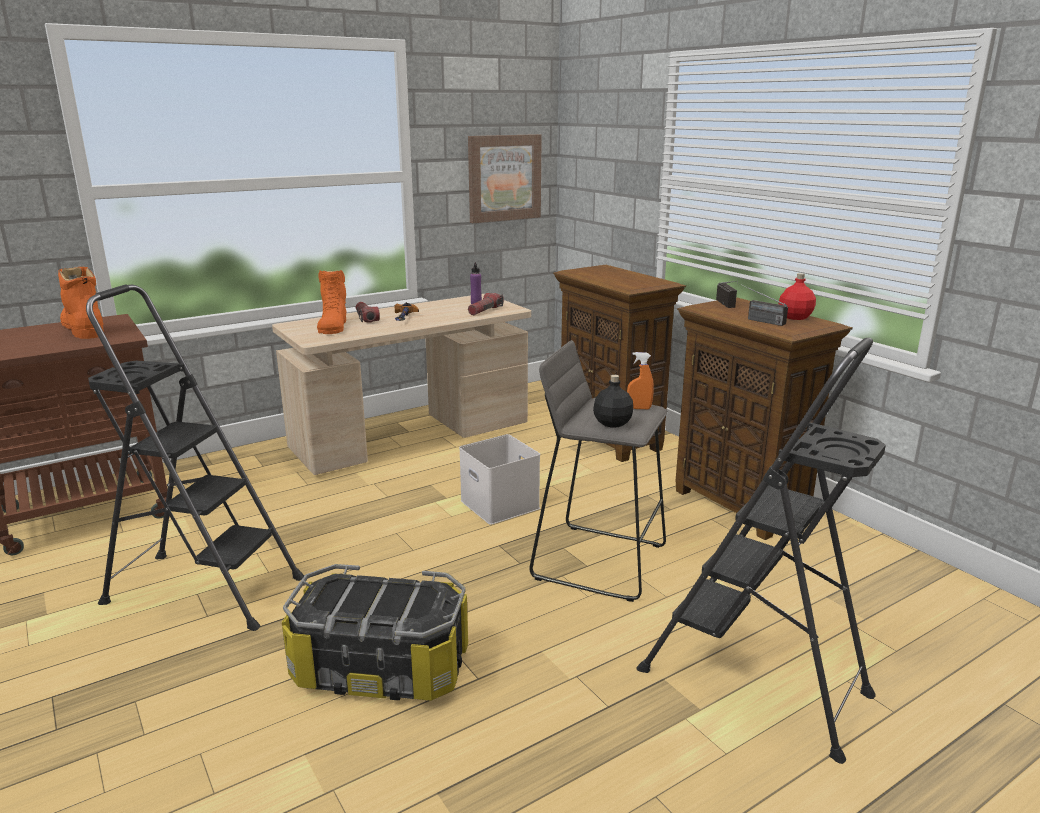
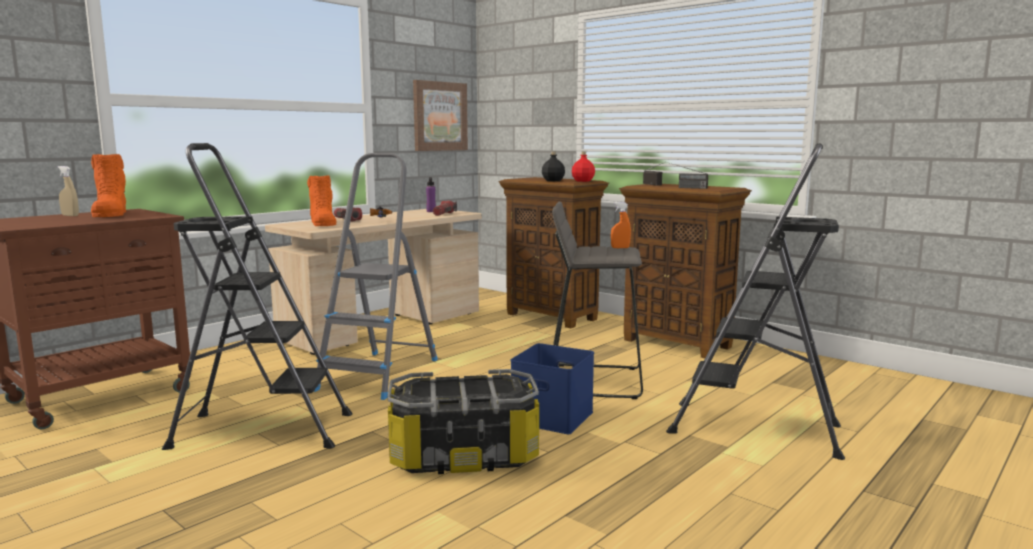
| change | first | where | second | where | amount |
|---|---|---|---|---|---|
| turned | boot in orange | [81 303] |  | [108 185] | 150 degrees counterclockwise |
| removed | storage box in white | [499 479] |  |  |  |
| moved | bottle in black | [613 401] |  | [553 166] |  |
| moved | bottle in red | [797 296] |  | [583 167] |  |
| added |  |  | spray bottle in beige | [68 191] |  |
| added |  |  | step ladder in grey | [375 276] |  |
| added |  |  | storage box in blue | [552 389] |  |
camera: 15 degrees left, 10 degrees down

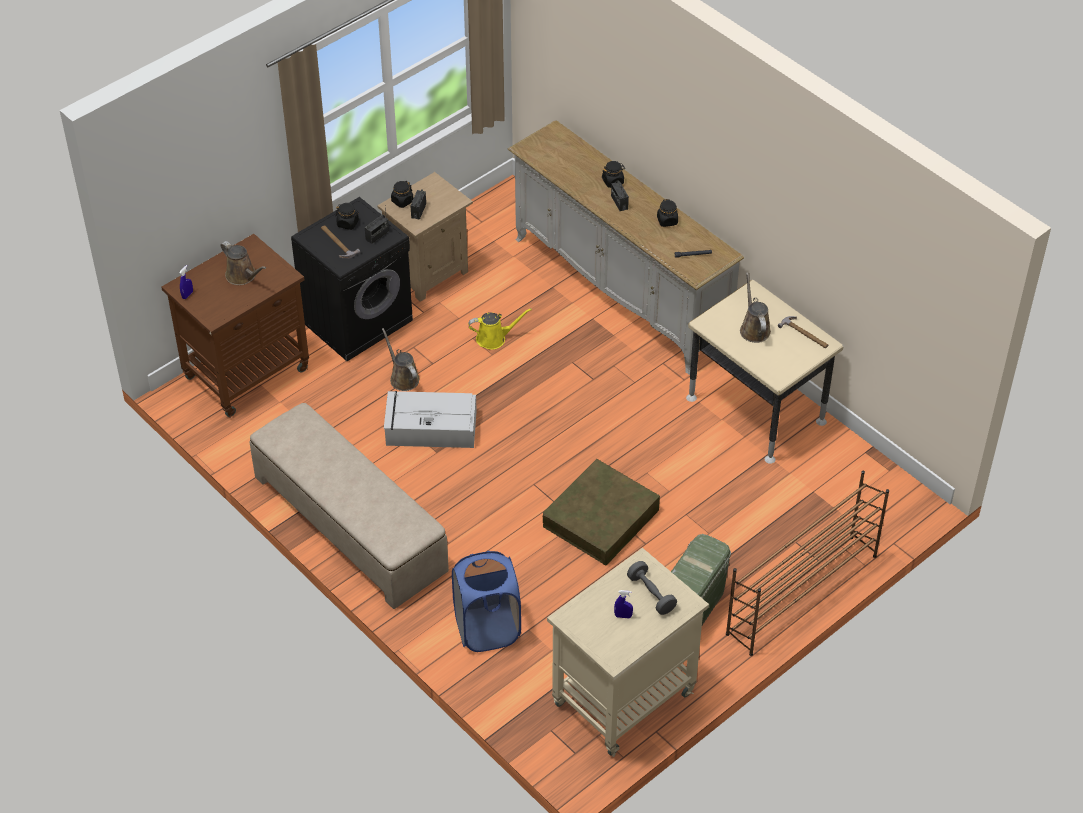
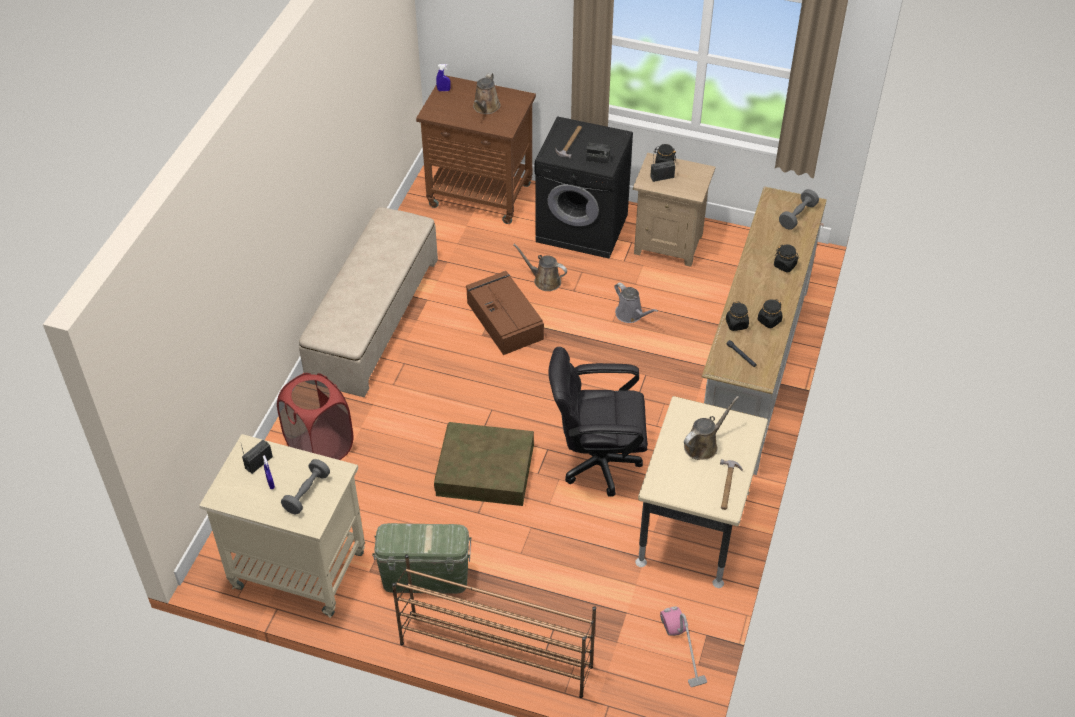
| change | first | where | second | where | amount |
|---|---|---|---|---|---|
| moved | jar in black | [347 216] |  | [737 316] |  |
| turned | watering can in brown | [400 359] |  | [540 267] | 90 degrees counterclockwise |
| recoloured | storage box in grey | [430 419] | storage box in brown | [505 313] |  |
| recoloured | laundry basket in blue | [486 601] | laundry basket in red | [315 416] |  |
| recoloured | watering can in yellow | [500 329] | watering can in grey | [636 302] |  |
| moved | radio | [620 195] |  | [257 457] |  |
| added |  |  | office chair in black | [598 422] |  |
| added |  |  | vacuum cleaner | [683 646] |  |
| added |  |  | dumbbell in grey | [799 209] |  |
camera: 60 degrees right, 0 degrees up

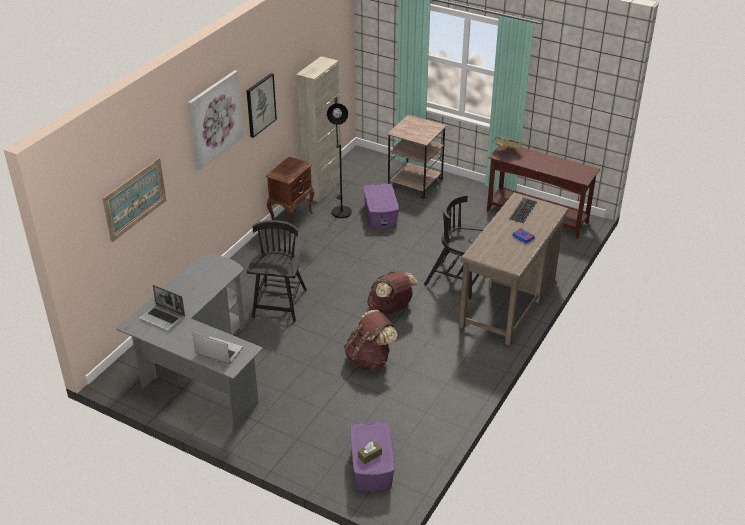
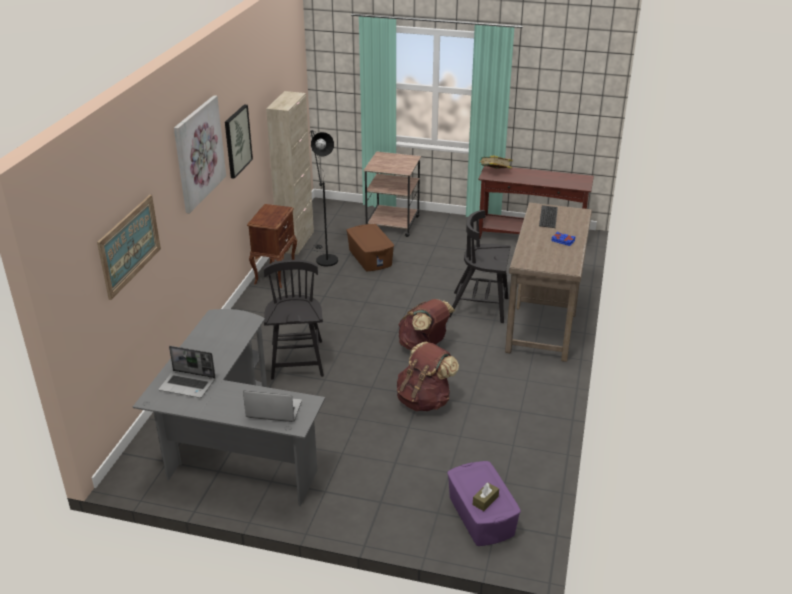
| change | first | where | second | where | amount |
|---|---|---|---|---|---|
| recoloured | storage box in purple | [381 206] | storage box in brown | [370 247] |  |
camera: 15 degrees left, 5 degrees down

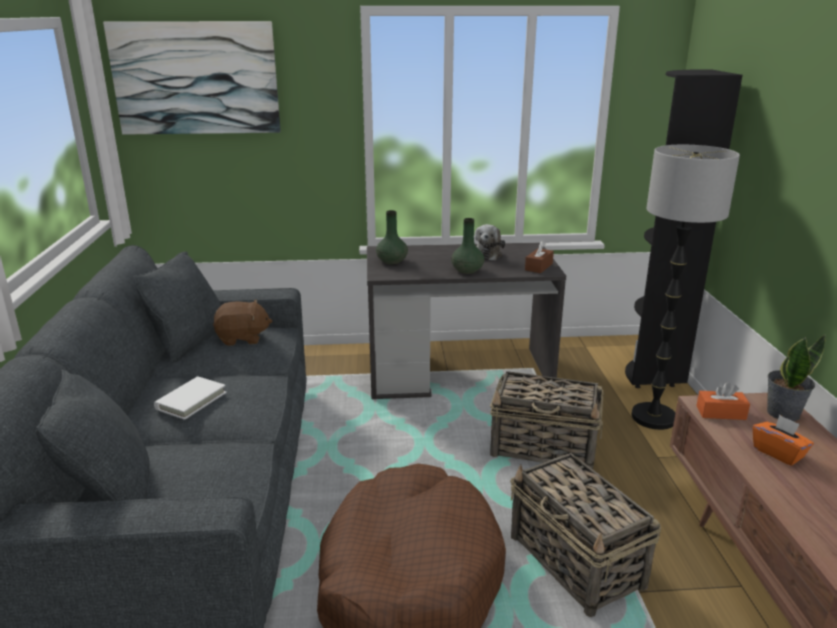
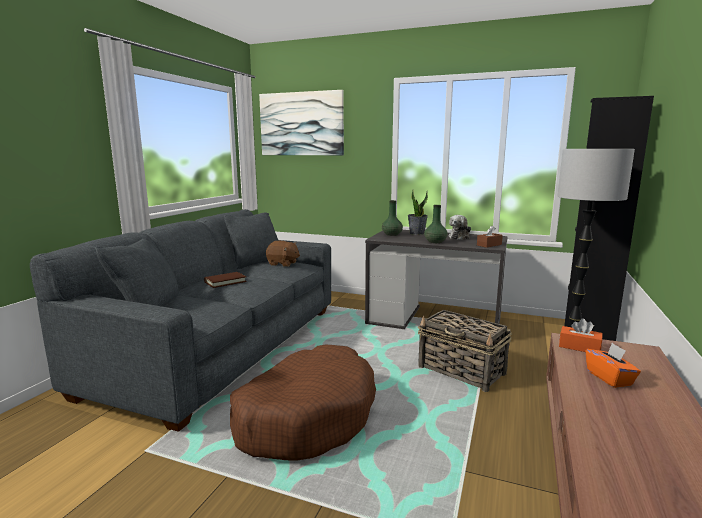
| change | first | where | second | where | amount |
|---|---|---|---|---|---|
| recoloured | book in white | [190 398] | book in brown | [225 280] |  |
| removed | basket | [585 535] |  |  |  |
| moved | potted plant | [796 377] |  | [418 213] |  |
camera: 25 degrees right, 10 degrees down

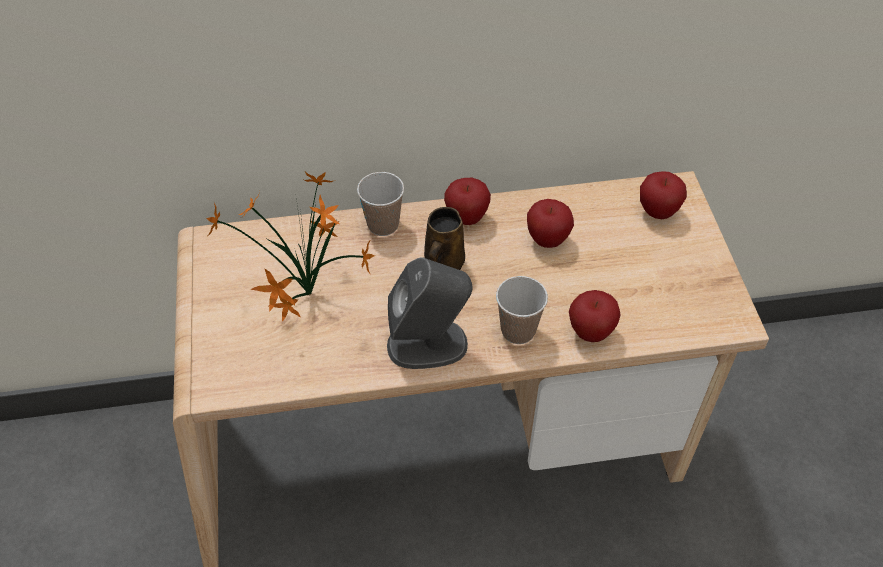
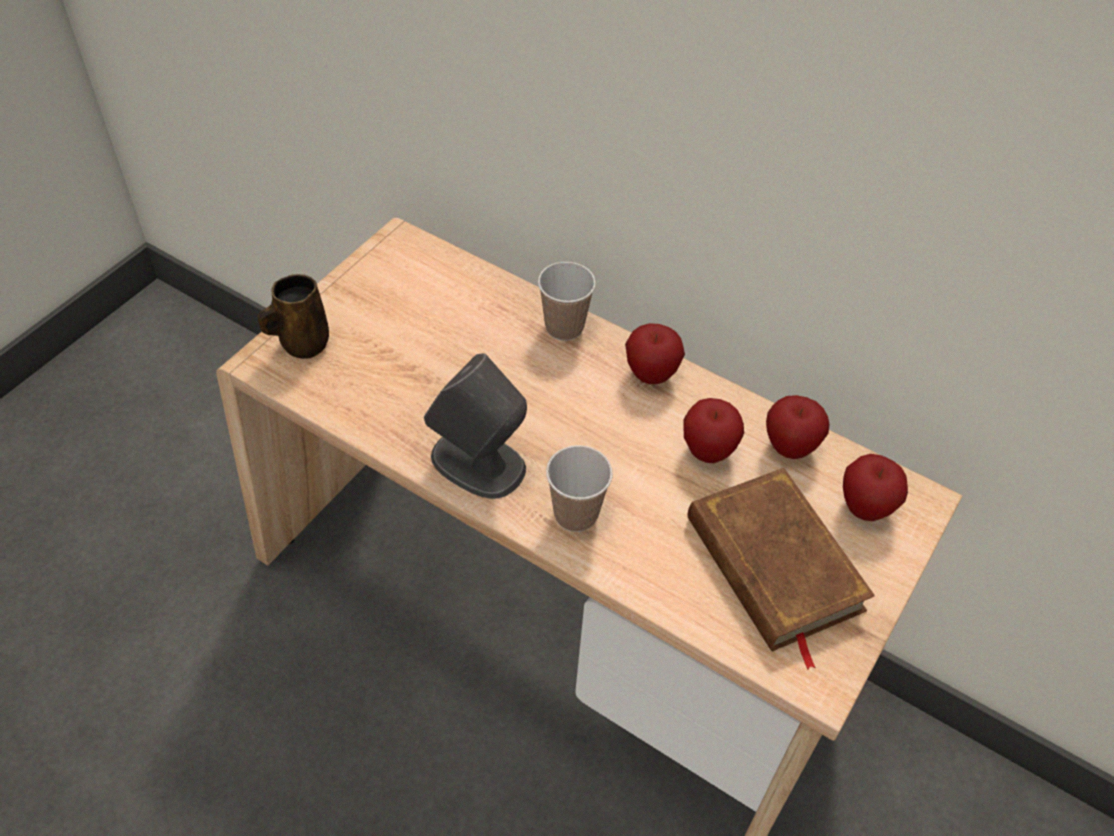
| change | first | where | second | where | amount |
|---|---|---|---|---|---|
| removed | potted plant | [290 247] |  |  |  |
| moved | mug in brown | [444 238] |  | [293 316] |  |
| moved | apple | [595 316] |  | [798 427] |  |
| added |  |  | book in brown | [781 569] |  |
camera: 40 degrees right, 0 degrees up

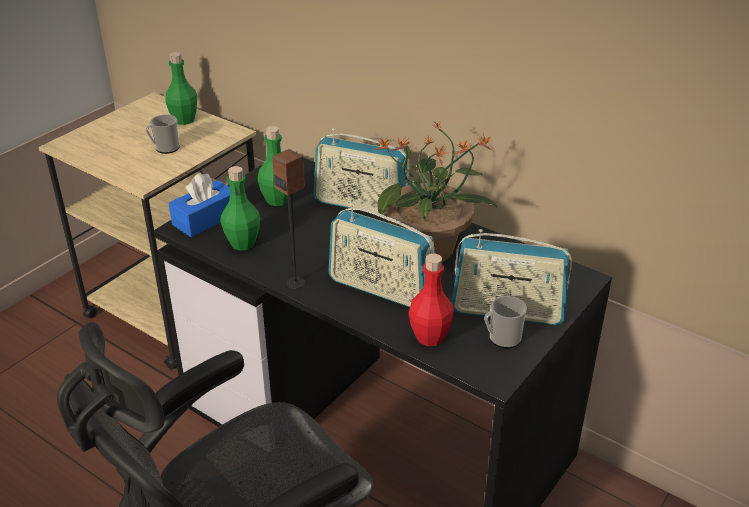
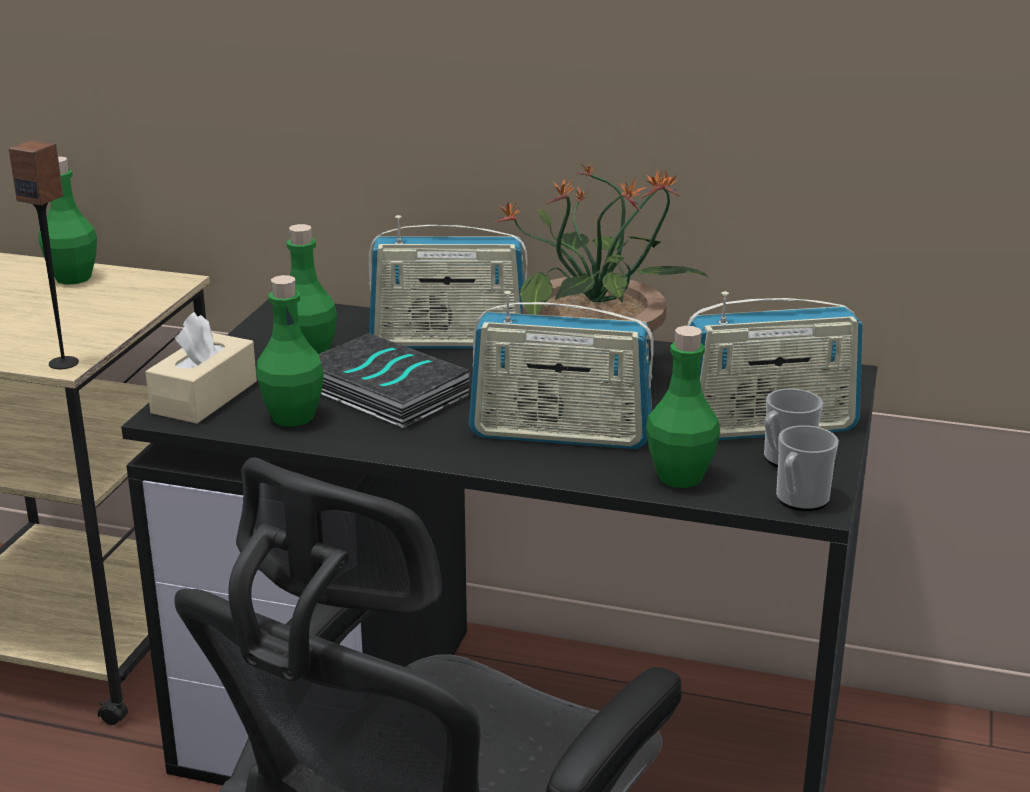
| change | first | where | second | where | amount |
|---|---|---|---|---|---|
| moved | mug | [163 134] |  | [807 468] |  |
| recoloured | tissue box in blue | [199 205] | tissue box in beige | [201 368] |  |
| moved | speaker | [288 219] |  | [44 254] |  |
| recoloured | bottle in red | [431 300] | bottle in green | [683 407] |  |
| added |  |  | book | [394 380] |  |
camera: 20 degrees left, 10 degrees down

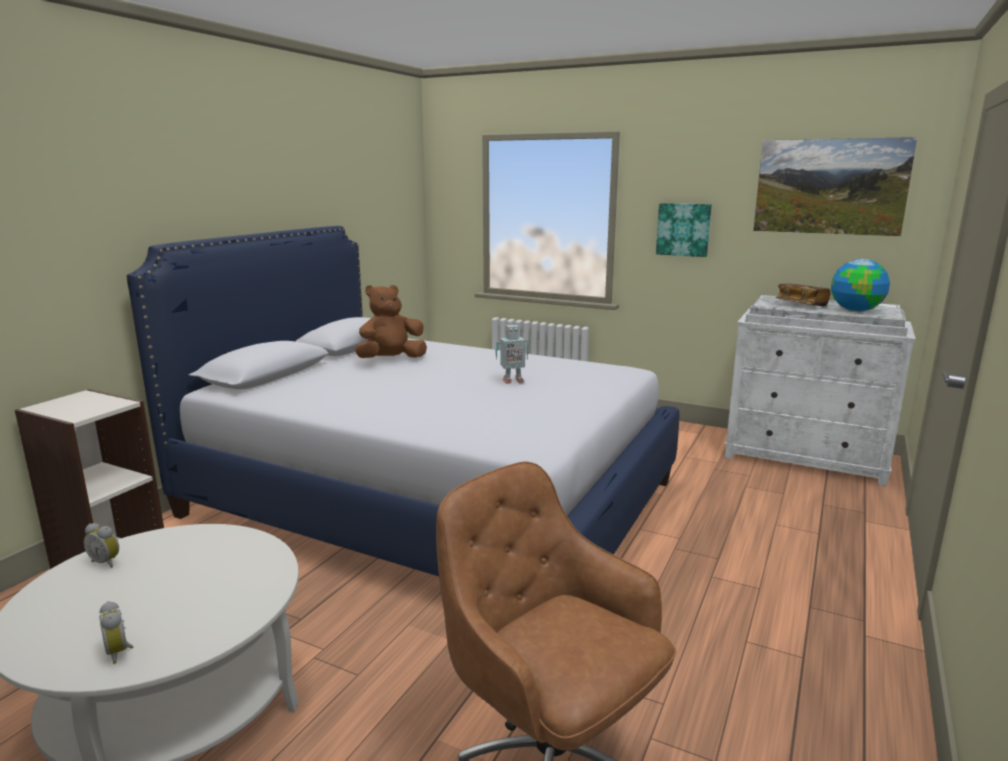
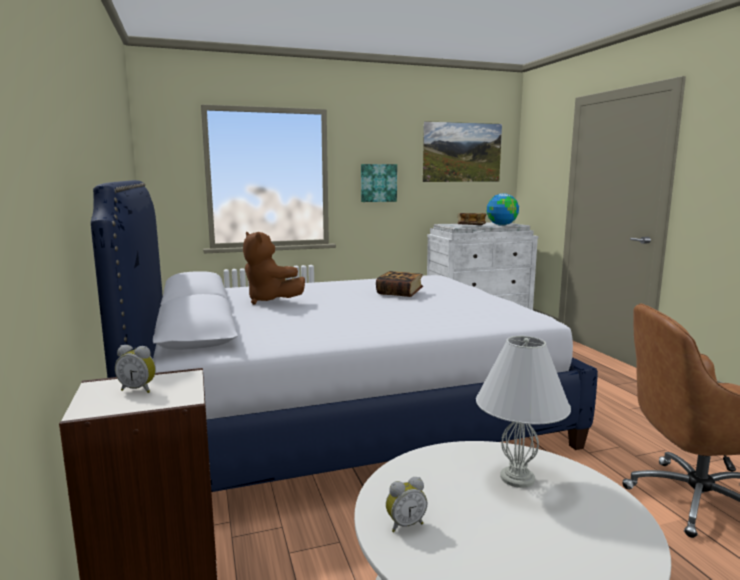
| change | first | where | second | where | amount |
|---|---|---|---|---|---|
| moved | alarm clock | [116 632] |  | [135 369] |  |
| turned | plush toy in brown | [391 321] |  | [274 268] | 60 degrees counterclockwise |
| replaced | toy robot | [512 354] | book | [399 284] |  |
| added |  |  | table lamp in white | [523 412] |  |
camera: 45 degrees left, 5 degrees down

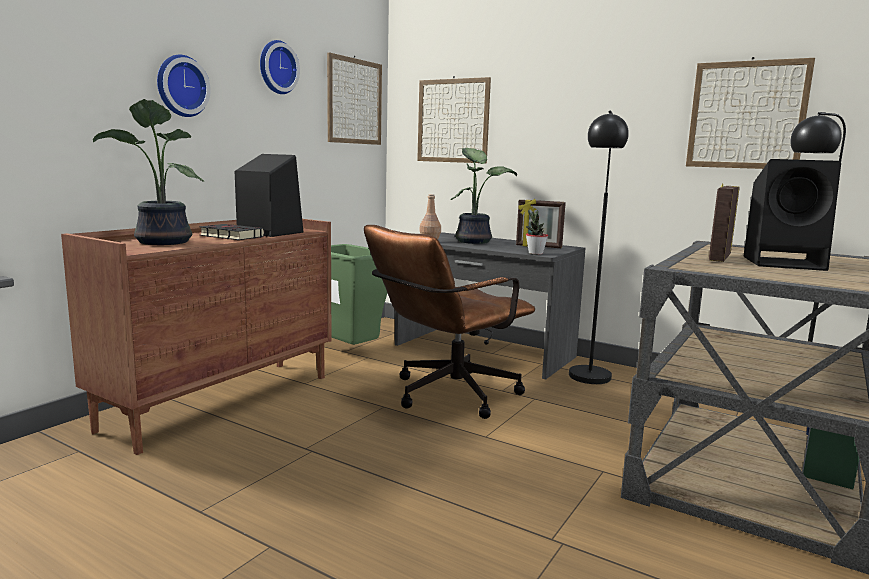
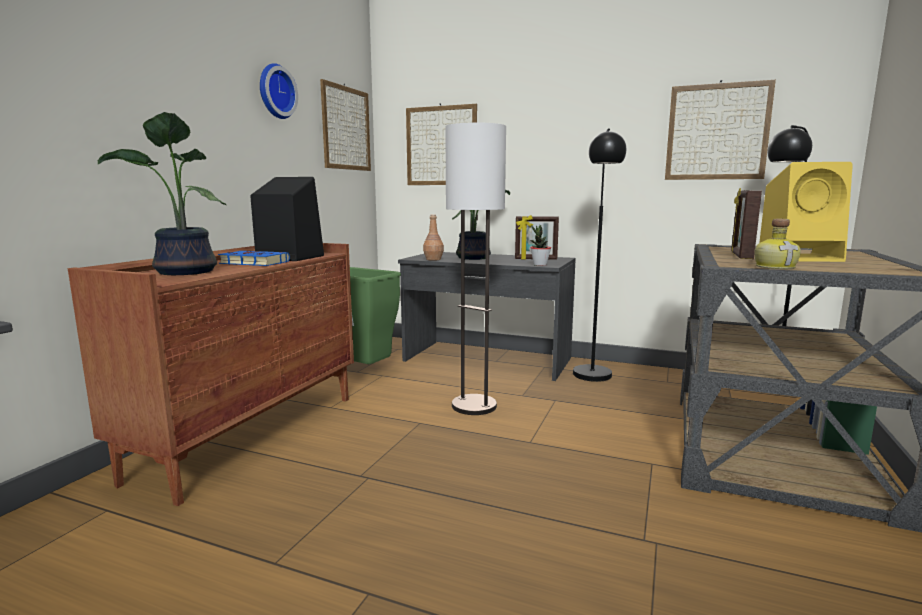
| change | first | where | second | where | amount |
|---|---|---|---|---|---|
| removed | wall clock | [184 86] |  |  |  |
| recoloured | book in black | [232 232] | book in blue | [254 258] |  |
| replaced | office chair in brown | [449 322] | floor lamp | [475 268] |  |
| recoloured | speaker in black | [792 215] | speaker in yellow | [806 212] |  |
| added |  |  | bottle | [777 244] |  |
camera: 10 degrees left, 0 degrees up

